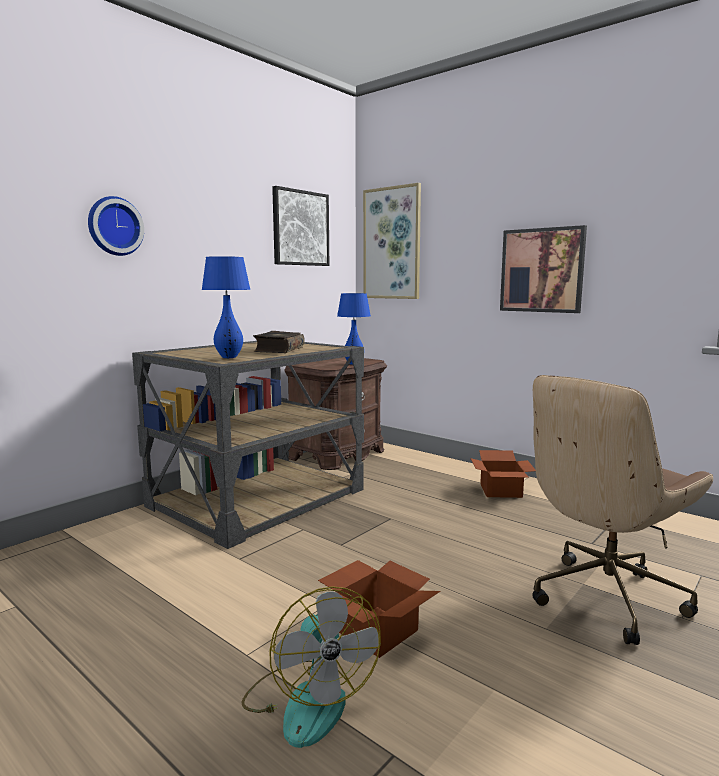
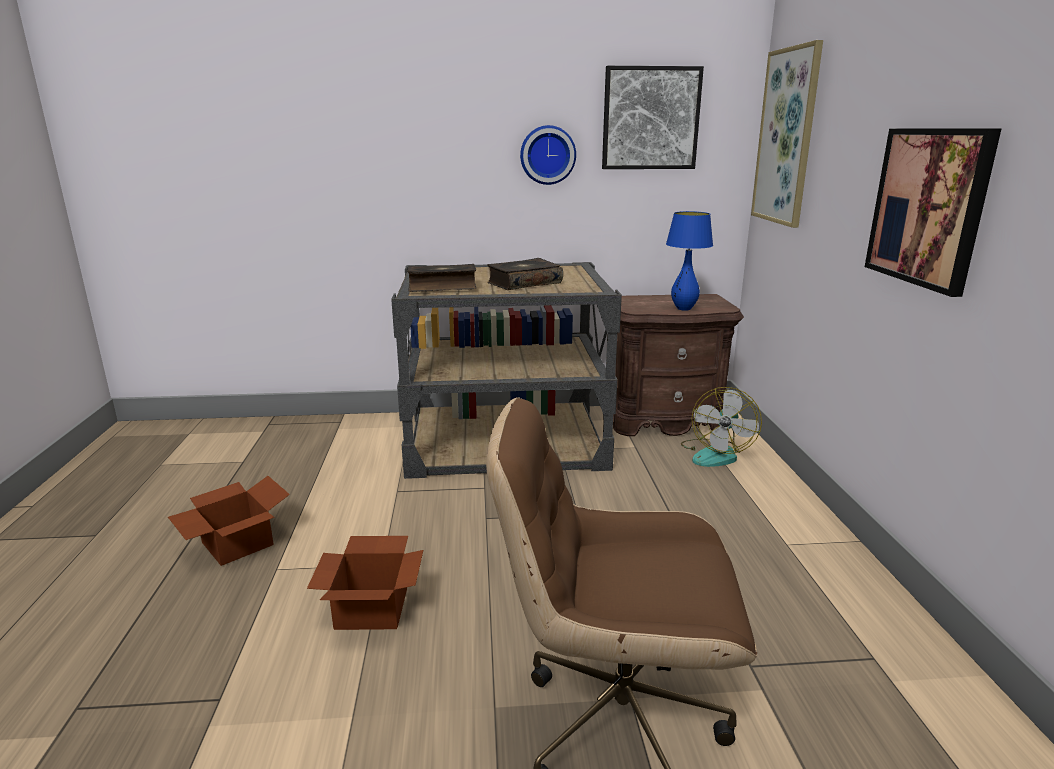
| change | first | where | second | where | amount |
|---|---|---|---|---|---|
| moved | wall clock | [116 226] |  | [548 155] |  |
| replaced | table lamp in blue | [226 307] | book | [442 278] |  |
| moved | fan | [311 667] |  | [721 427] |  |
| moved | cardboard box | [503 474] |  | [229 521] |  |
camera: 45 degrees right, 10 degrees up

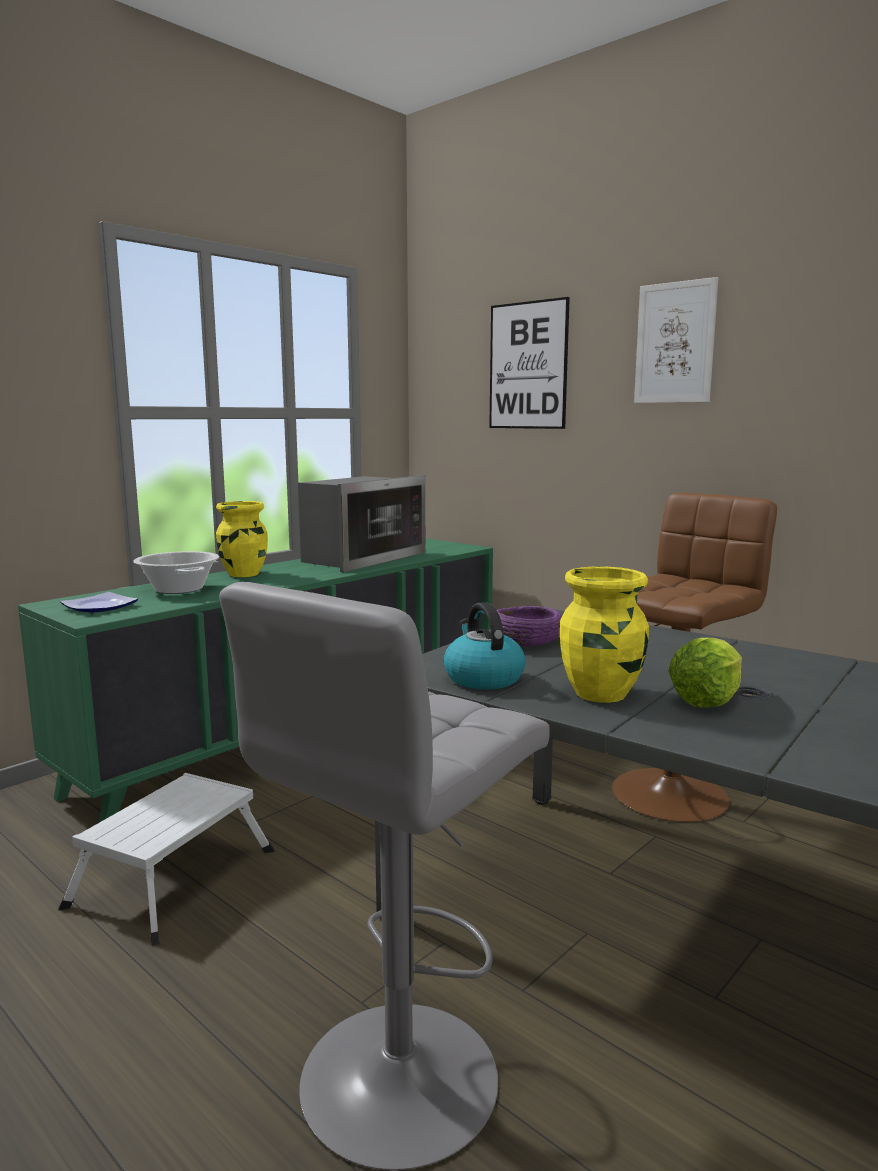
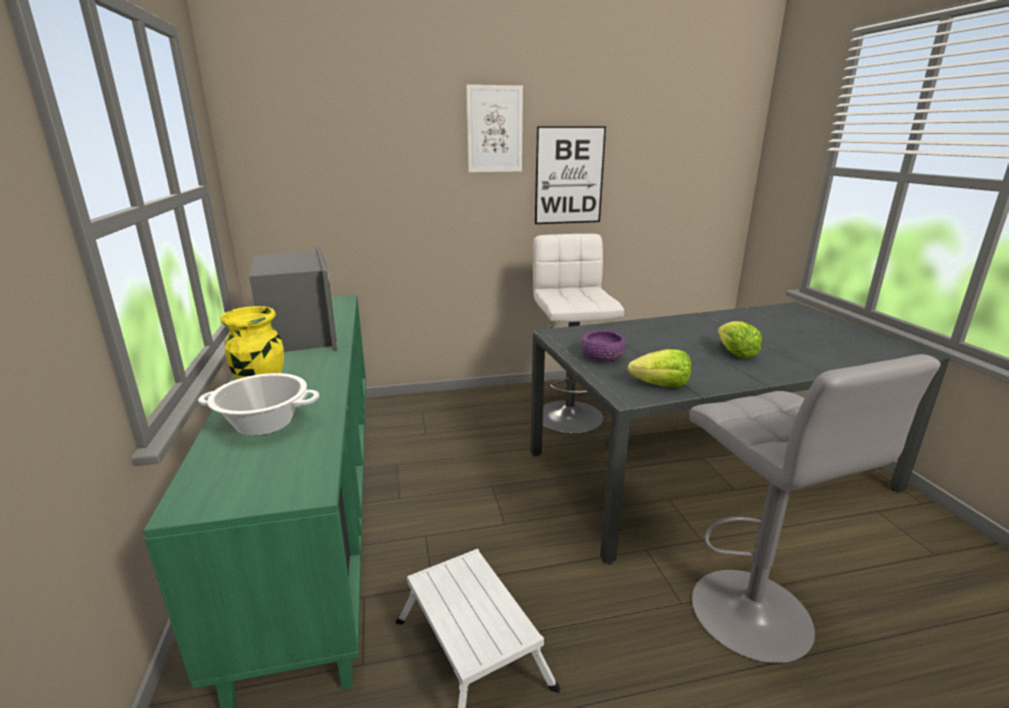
| change | first | where | second | where | amount |
|---|---|---|---|---|---|
| removed | plate | [99 602] |  |  |  |
| replaced | kettle | [485 645] | lettuce | [659 368] |  |
| moved | picture | [529 363] |  | [570 175] |  |
| removed | vase in yellow | [604 634] |  |  |  |
| recoloured | stool in brown | [694 657] | stool in white | [578 333] |  |
camera: 55 degrees left, 10 degrees up

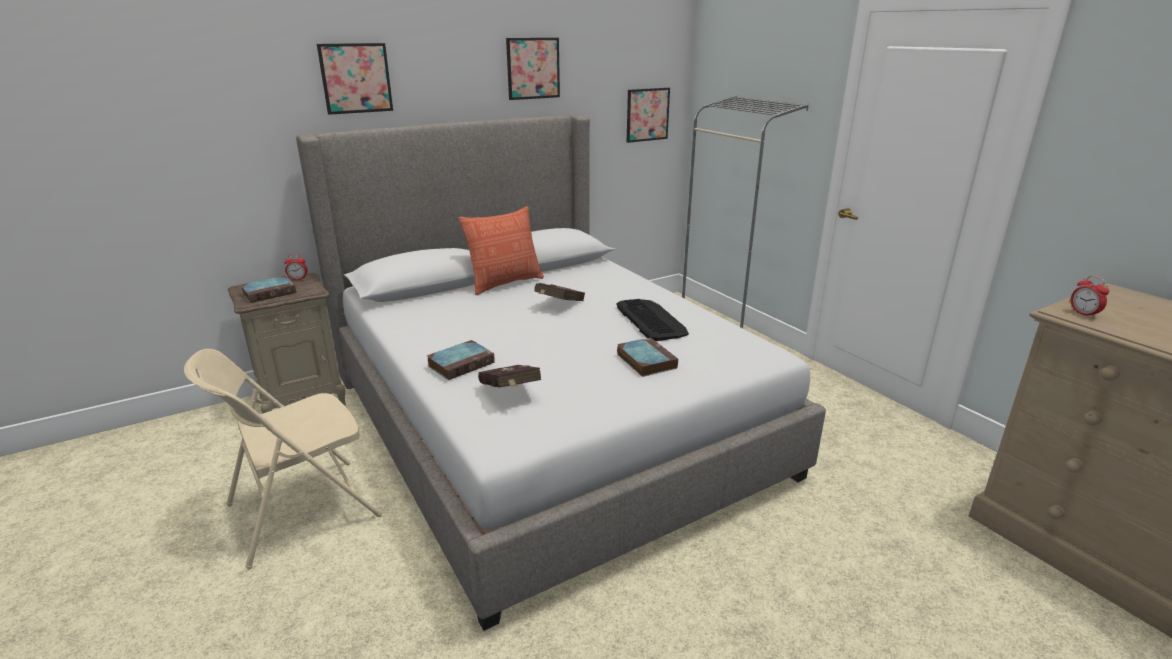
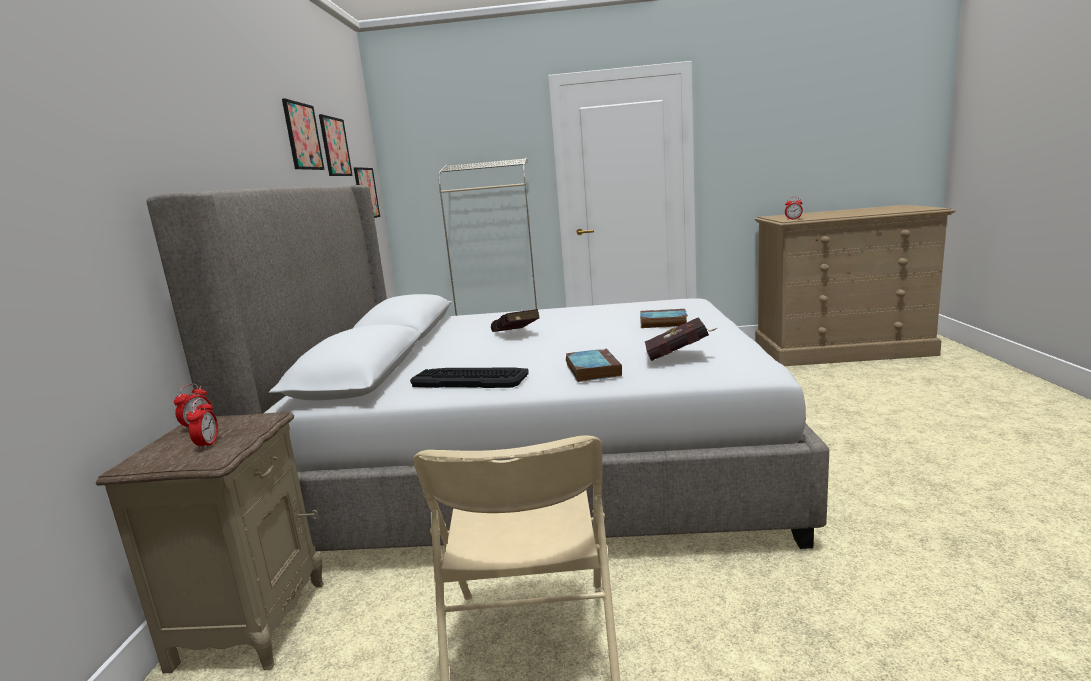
| change | first | where | second | where | amount |
|---|---|---|---|---|---|
| replaced | book | [268 289] | alarm clock | [202 424] |  |
| moved | picture | [355 79] |  | [336 145] |  |
| removed | pillow in orange | [501 250] |  |  |  |
| moved | keyboard | [652 320] |  | [469 377] |  |
camera: 55 degrees left, 10 degrees down

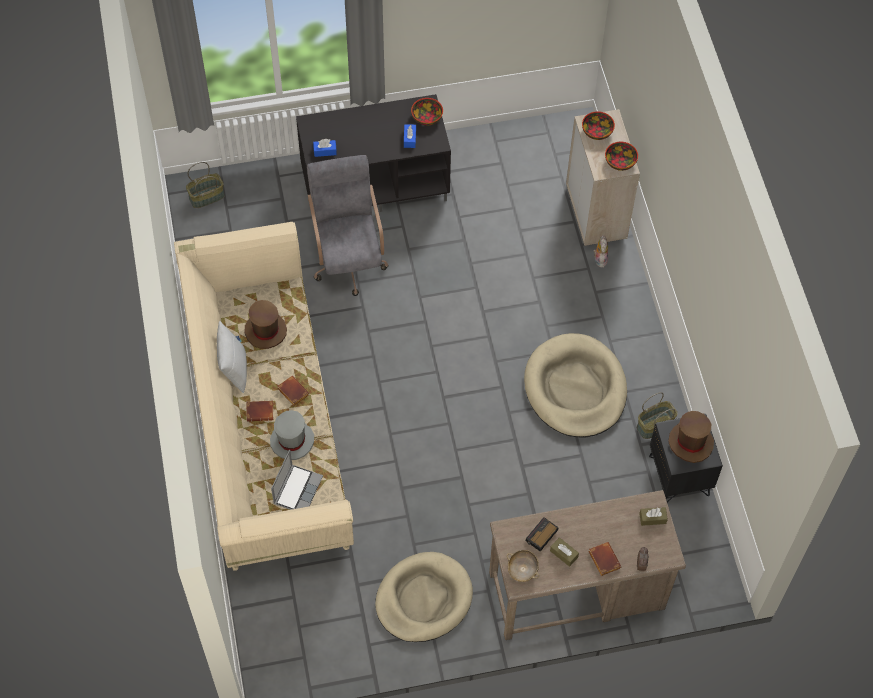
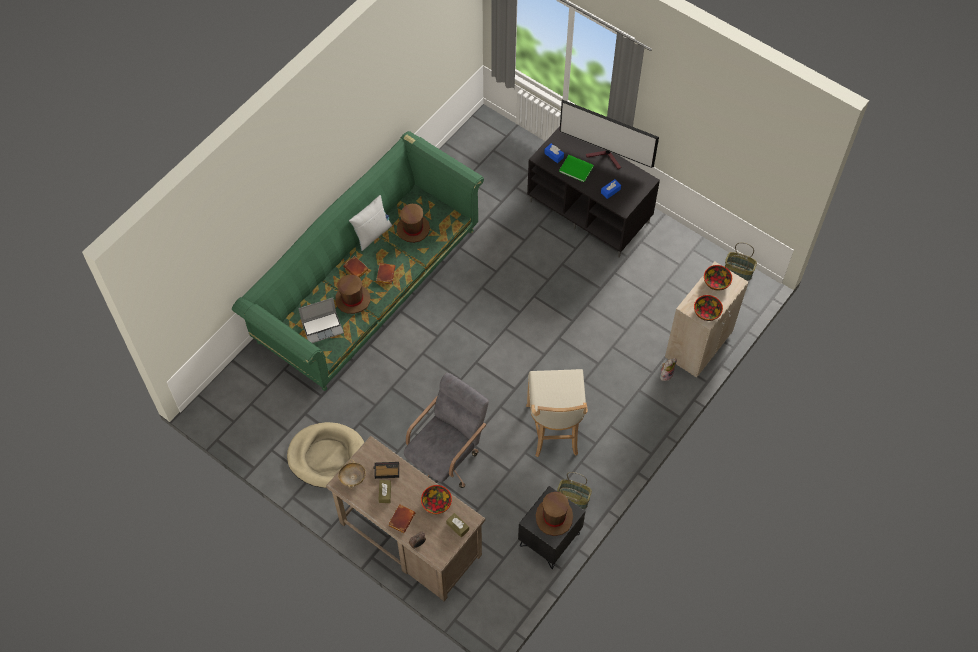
| change | first | where | second | where | amount |
|---|---|---|---|---|---|
| recoloured | sofa in beige | [264 396] | sofa in green | [358 261] |  |
| moved | basket | [205 185] |  | [741 261] |  |
| recoloured | hat in grey | [292 435] | hat in brown | [352 294] |  |
| moved | office chair in grey | [348 225] |  | [446 430] |  |
| moved | bowl | [427 112] |  | [436 499] |  |
| replaced | dog bed in beige | [575 385] | stool in beige | [556 413] |  |
| added |  |  | book in green | [576 168] |  |
| added |  |  | television | [609 134] |  |
camera: 50 degrees right, 0 degrees up

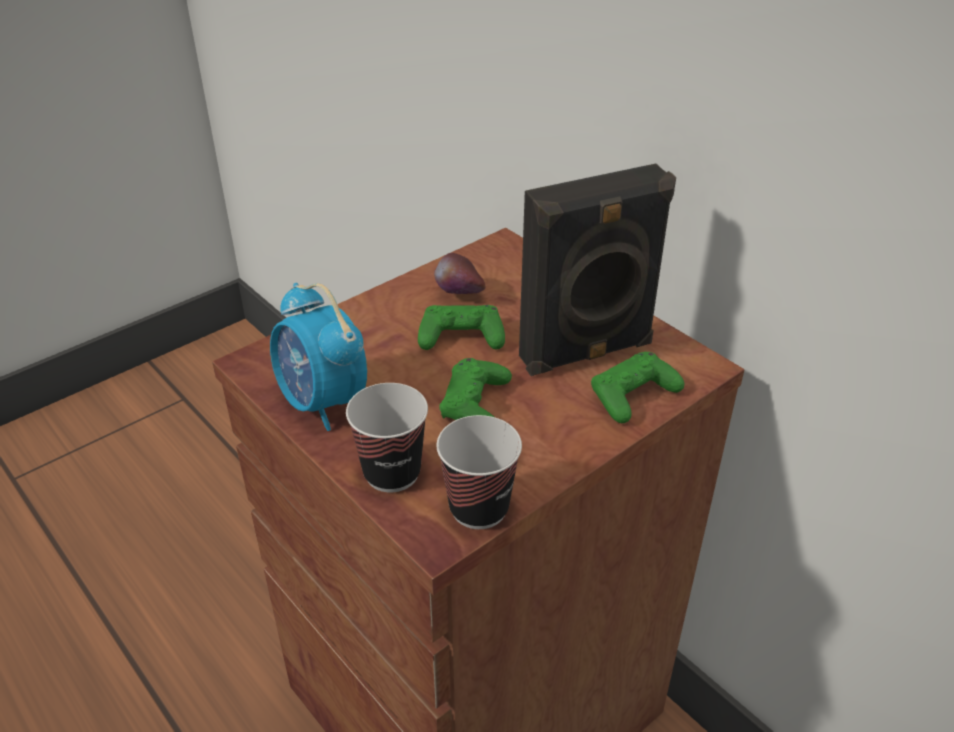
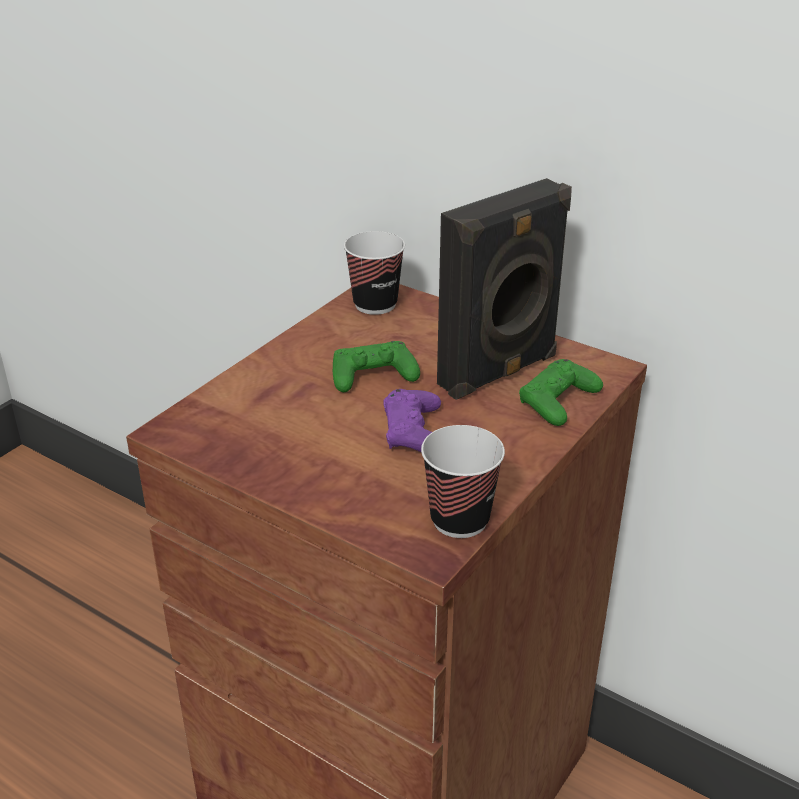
| change | first | where | second | where | amount |
|---|---|---|---|---|---|
| removed | alarm clock | [318 357] |  |  |  |
| moved | cup | [387 437] |  | [374 273] |  |
| removed | apple | [459 273] |  |  |  |
| recoloured | game controller in green | [476 389] | game controller in purple | [412 420] |  |
camera: 15 degrees left, 5 degrees down

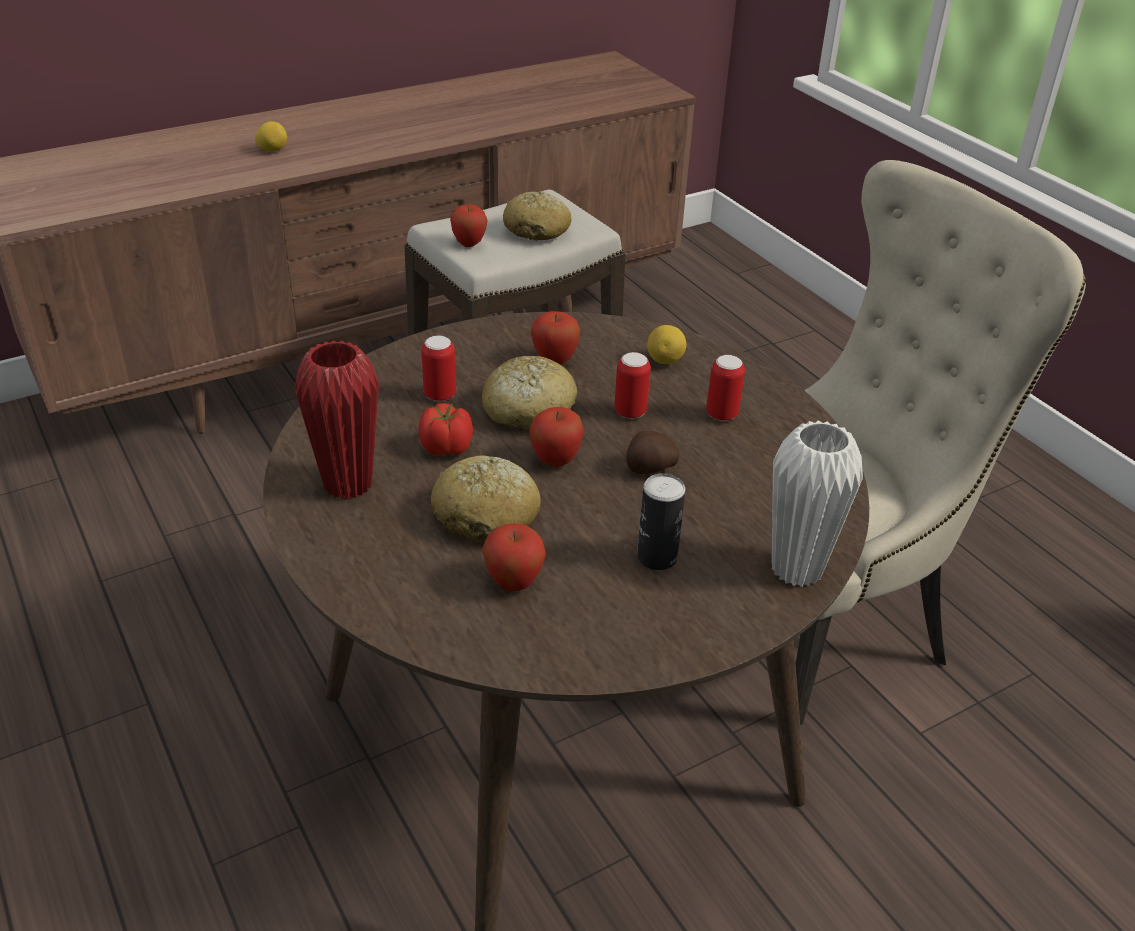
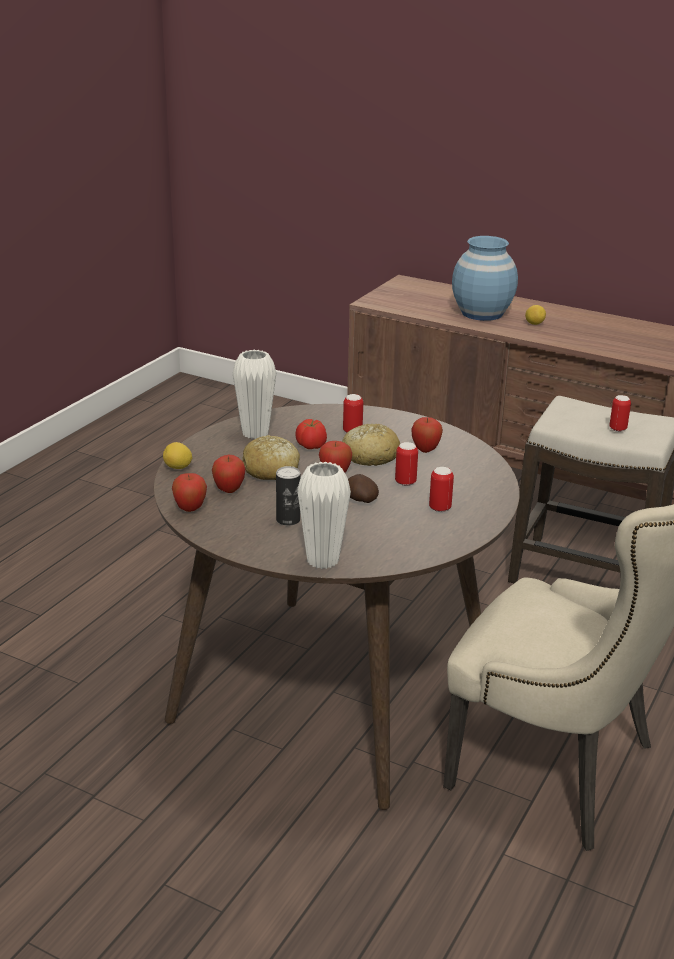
| change | first | where | second | where | amount |
|---|---|---|---|---|---|
| recoloured | vase in red | [337 419] | vase in white | [254 394] |  |
| moved | apple | [469 225] |  | [189 492] |  |
| replaced | bread | [537 216] | can | [620 413] |  |
| moved | lemon | [666 344] |  | [177 455] |  |
| added |  |  | vase in blue | [485 278] |  |
camera: 60 degrees right, 10 degrees down

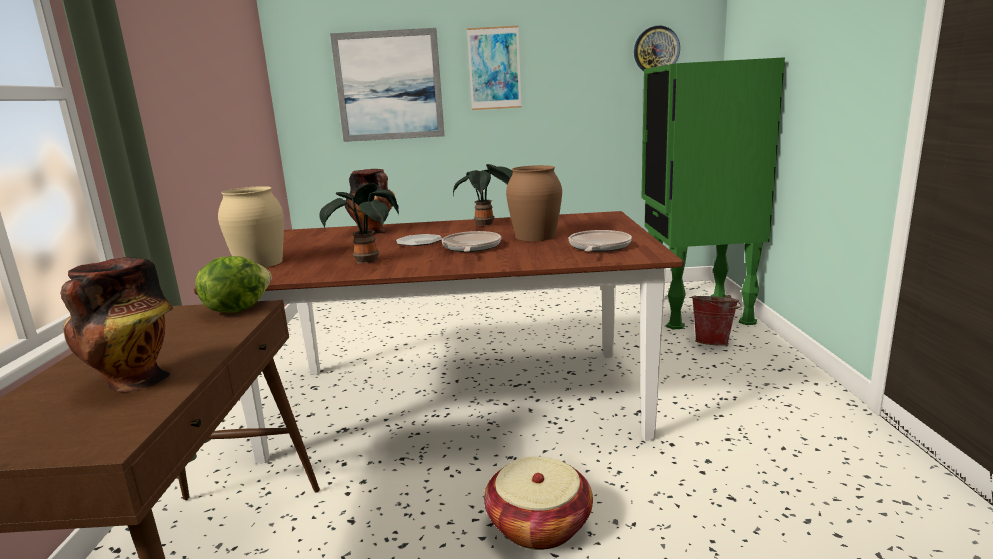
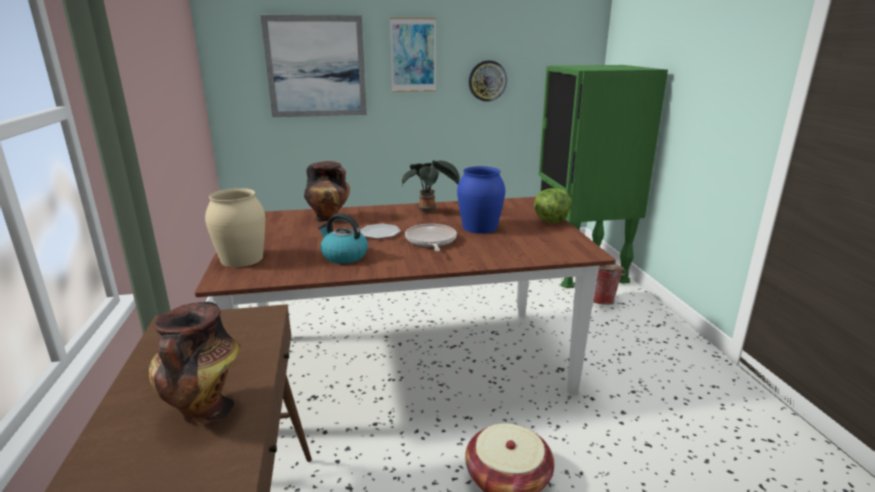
| change | first | where | second | where | amount |
|---|---|---|---|---|---|
| moved | lettuce | [233 284] |  | [552 205] |  |
| replaced | potted plant | [359 223] | kettle | [343 238] |  |
| recoloured | vase in brown | [534 203] | vase in blue | [481 200] |  |
| removed | frying pan | [600 241] |  |  |  |
| moved | wall clock | [657 48] |  | [487 81] |  |
camera: 10 degrees left, 5 degrees up

